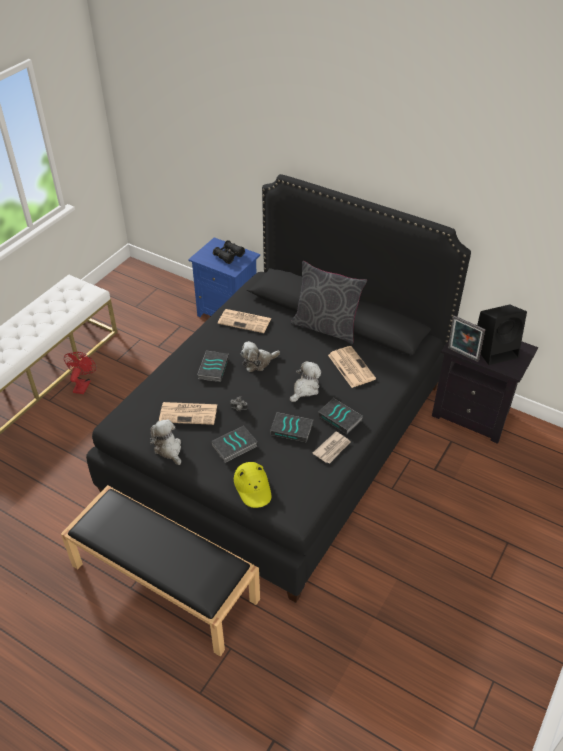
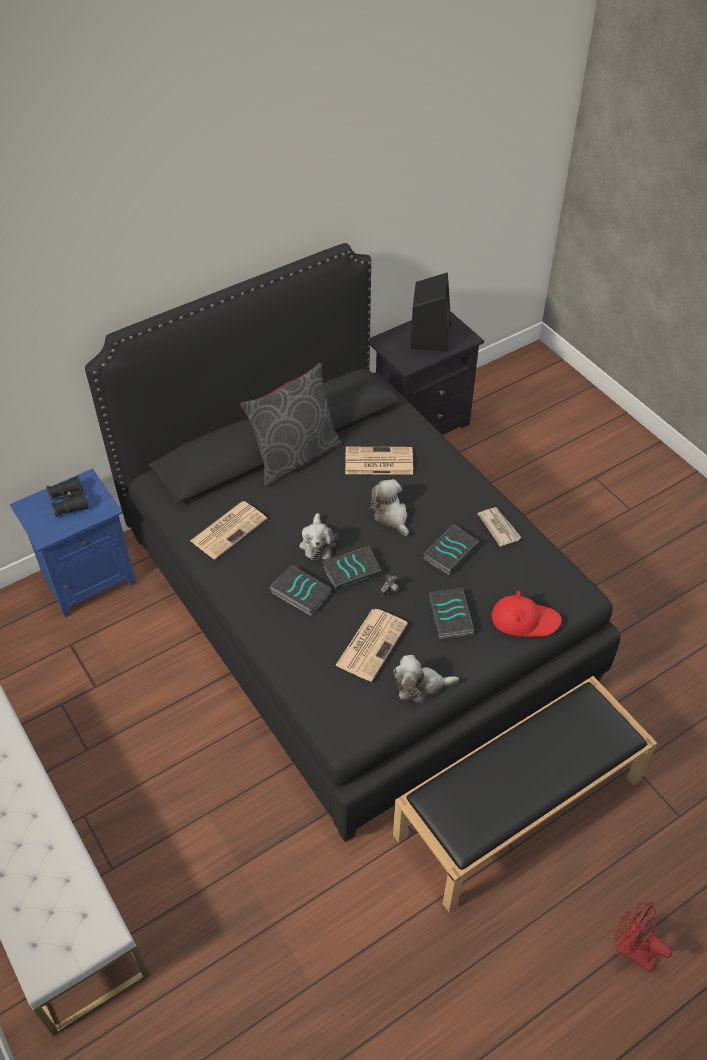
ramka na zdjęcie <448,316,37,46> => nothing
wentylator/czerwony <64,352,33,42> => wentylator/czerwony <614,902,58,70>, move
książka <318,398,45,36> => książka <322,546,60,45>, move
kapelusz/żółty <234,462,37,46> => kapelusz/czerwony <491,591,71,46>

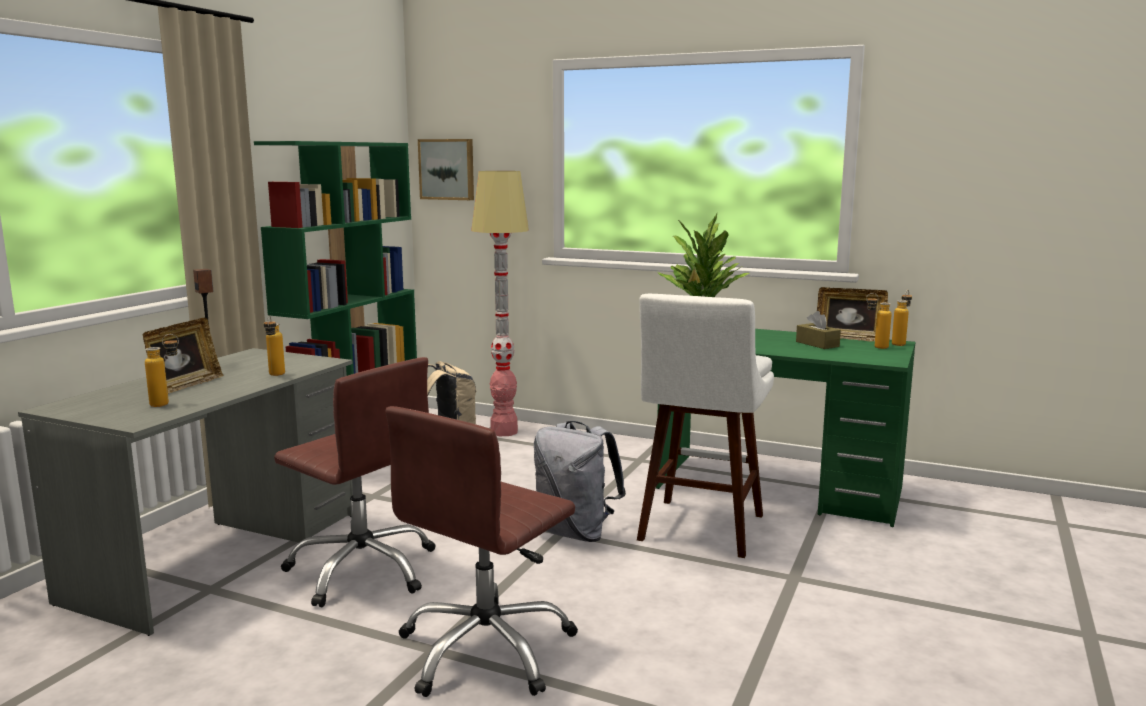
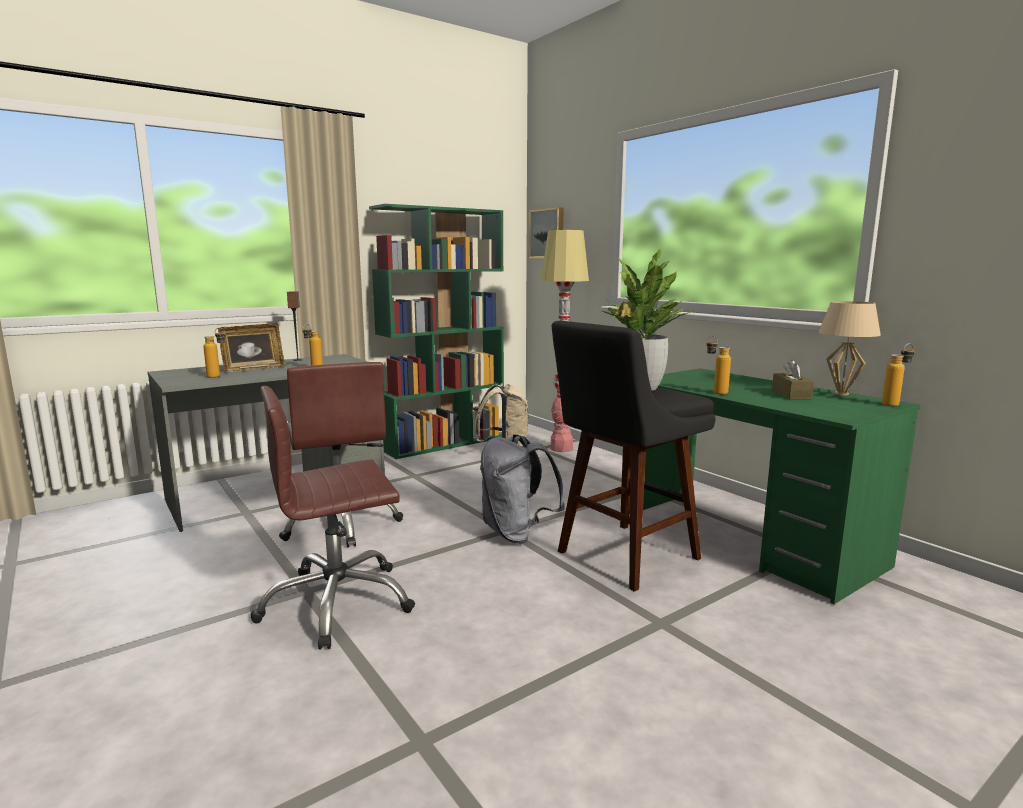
ramka na zdjęcie <817,287,71,54> => lampa stołowa/beżowy <818,301,63,94>
butelka <866,293,26,56> => butelka <706,336,25,59>, move
stołek/biały <637,294,137,264> => stołek/czarny <552,321,163,271>

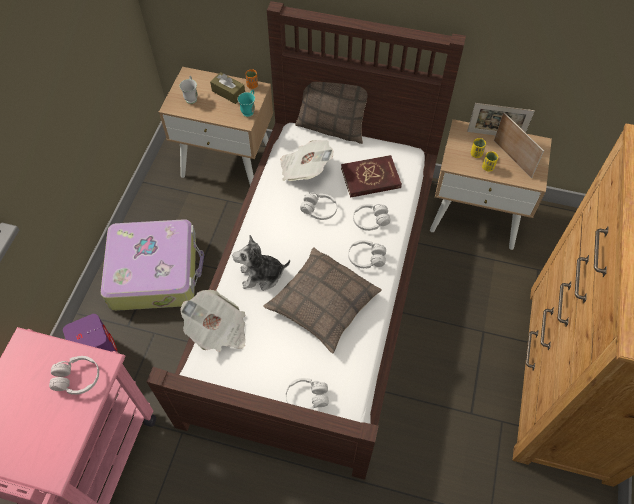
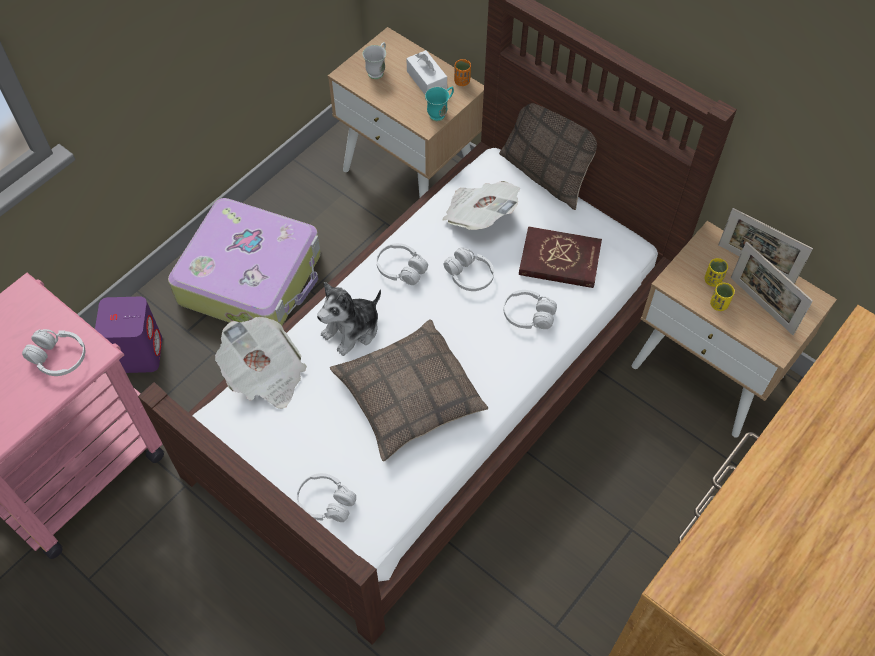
pudełko chusteczek/brązowy <210,72,35,32> => pudełko chusteczek/biały <406,50,41,44>
ramka na zdjęcie <494,112,50,66> => ramka na zdjęcie <731,242,82,93>, 150 degrees clockwise
pluszak <232,235,58,56> => pluszak <317,282,64,74>, 60 degrees counterclockwise
słuchawki/biały <348,240,38,28> => słuchawki/biały <376,243,52,42>, move

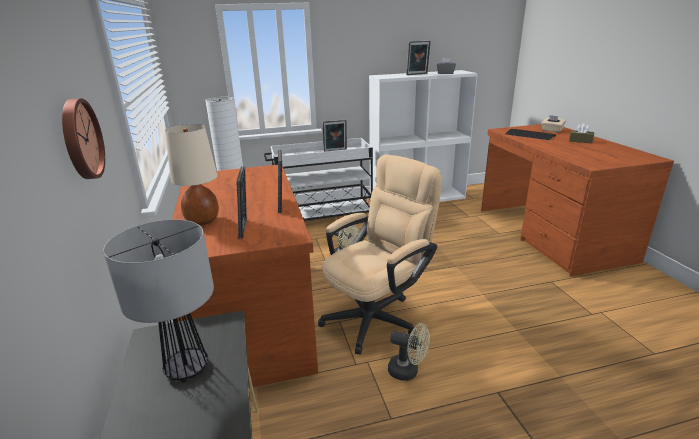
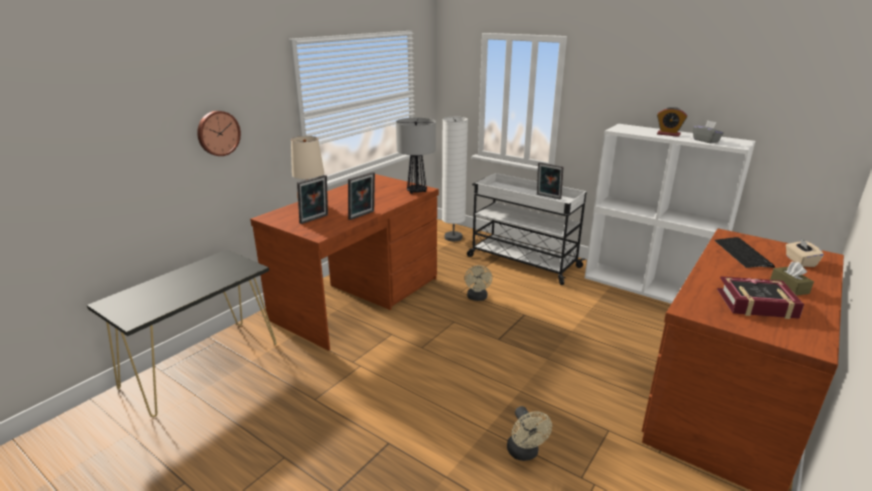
ramka na zdjęcie <406,41,25,34> => budzik <657,107,30,30>
krzesło biurowe/beżowy <318,154,124,201> => nothing
lampa stołowa <103,220,111,163> => lampa stołowa <396,118,40,76>, move
wentylator/beżowy <388,323,42,58> => wentylator/beżowy <507,406,45,55>, move
nothing => książka <717,276,87,43>

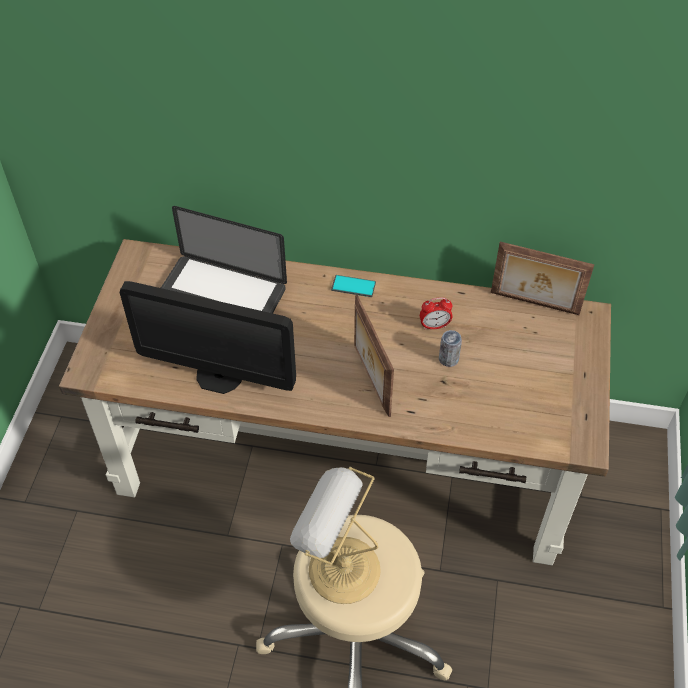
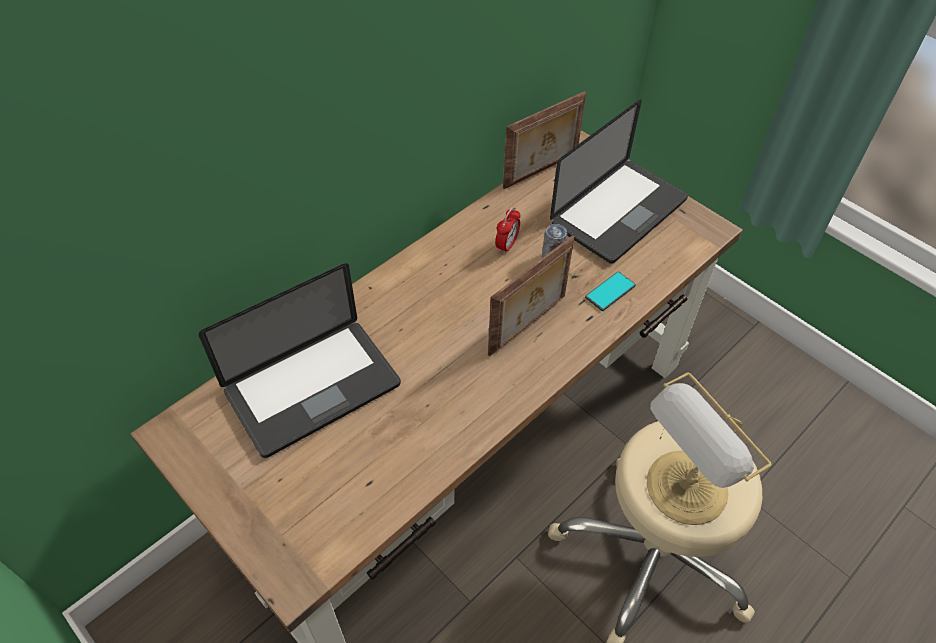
telefon <331,275,45,22> => telefon <585,271,51,40>, move
monitor <120,281,176,113> => nothing
ramka na zdjęcie <354,295,40,122> => ramka na zdjęcie <488,235,87,121>, 60 degrees counterclockwise
nothing => laptop <550,99,138,165>

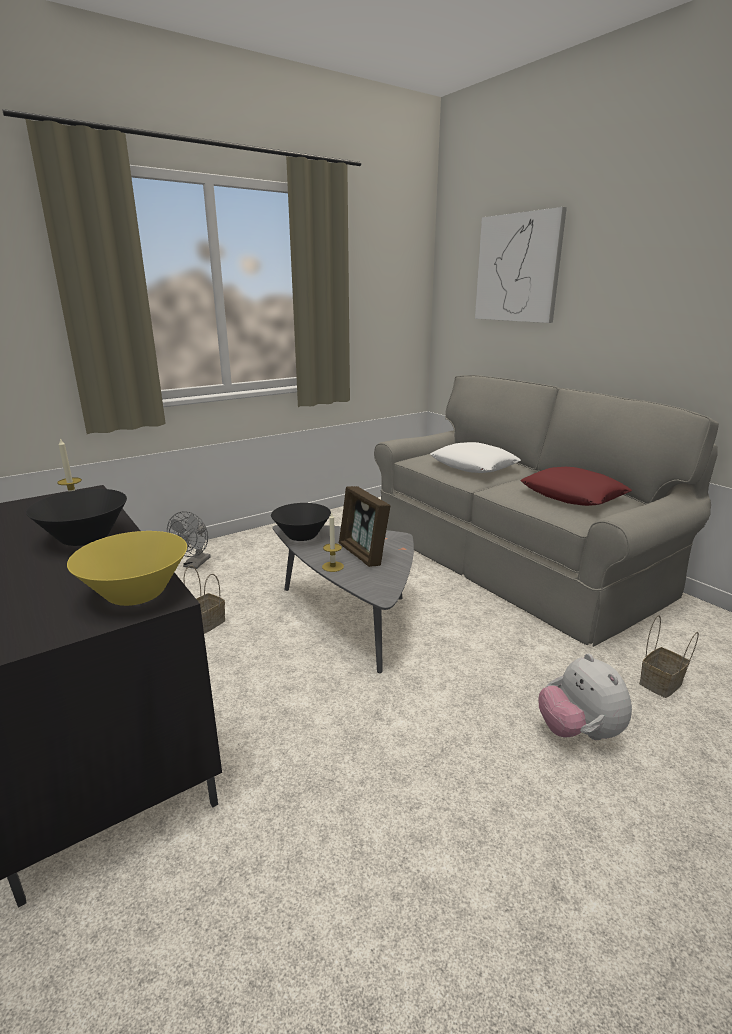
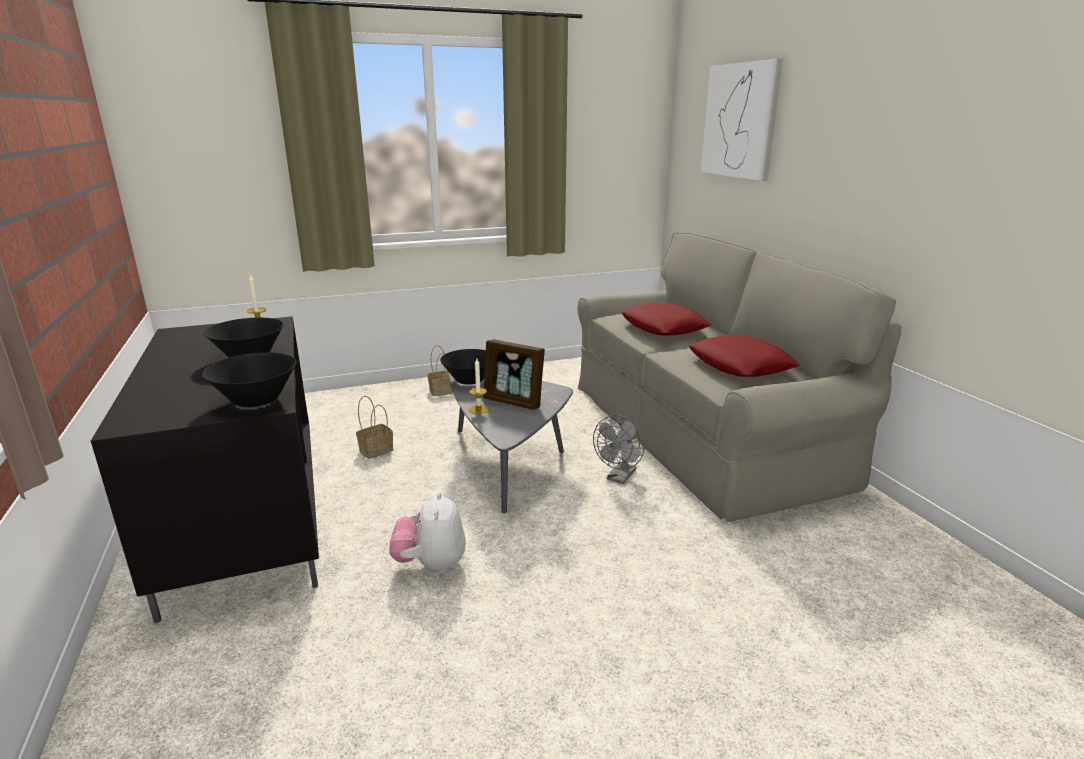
poduszka/biały <430,442,91,31> => poduszka/czerwony <621,303,90,32>
ramka na zdjęcie <339,486,51,81> => ramka na zdjęcie <483,339,62,71>, 45 degrees counterclockwise
wentylator/szary <167,511,44,58> => wentylator/szary <593,415,52,69>, move
miska/żółty <67,531,120,75> => miska/czarny <202,352,94,55>
koszyk <639,615,60,83> => koszyk <428,345,25,52>, move
pluszak <538,653,94,87> => pluszak <389,492,77,81>, move

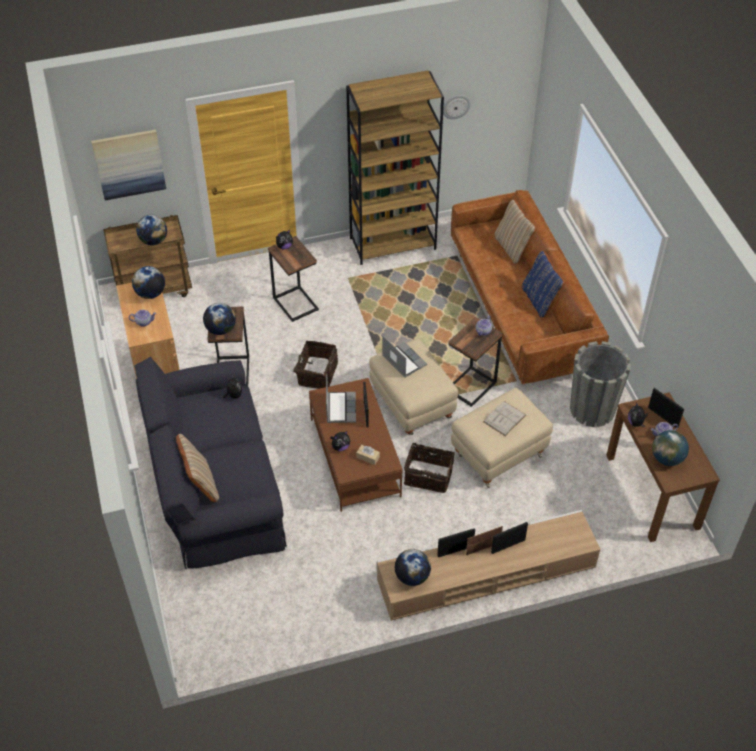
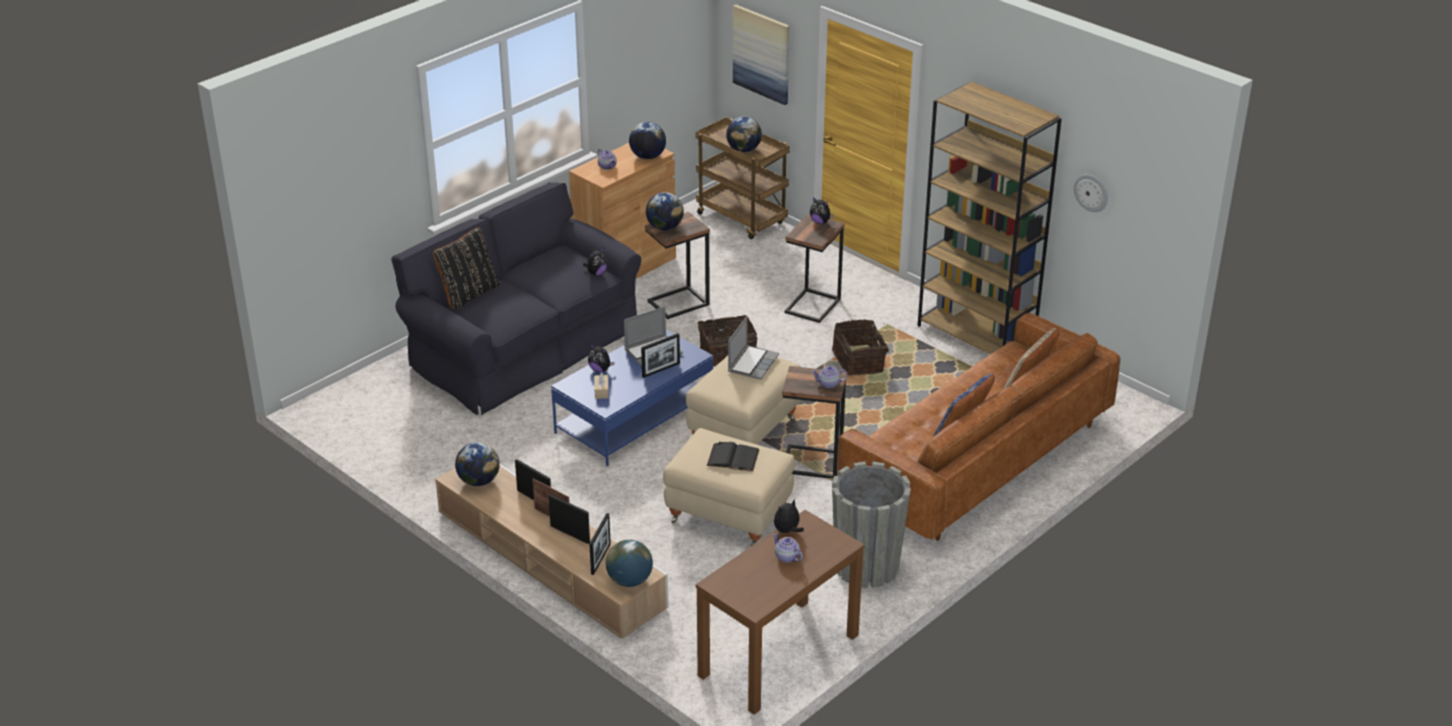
ława/brązowy <309,378,94,134> => ława/niebieski <551,330,162,136>
ramka na zdjęcie <648,388,36,40> => ramka na zdjęcie <589,513,22,62>, move
książka/biały <483,401,43,35> => książka/czarny <707,442,53,30>
globus <652,430,37,36> => globus <606,540,47,47>, move
poduszka/beżowy <176,434,43,68> => poduszka/czarny <433,227,67,83>
koszyk <404,443,51,50> => koszyk <832,320,57,55>, move

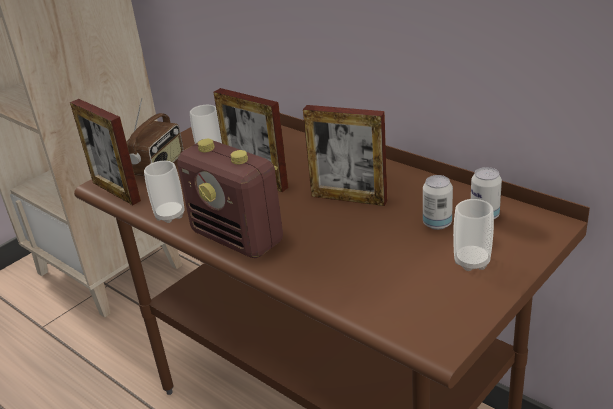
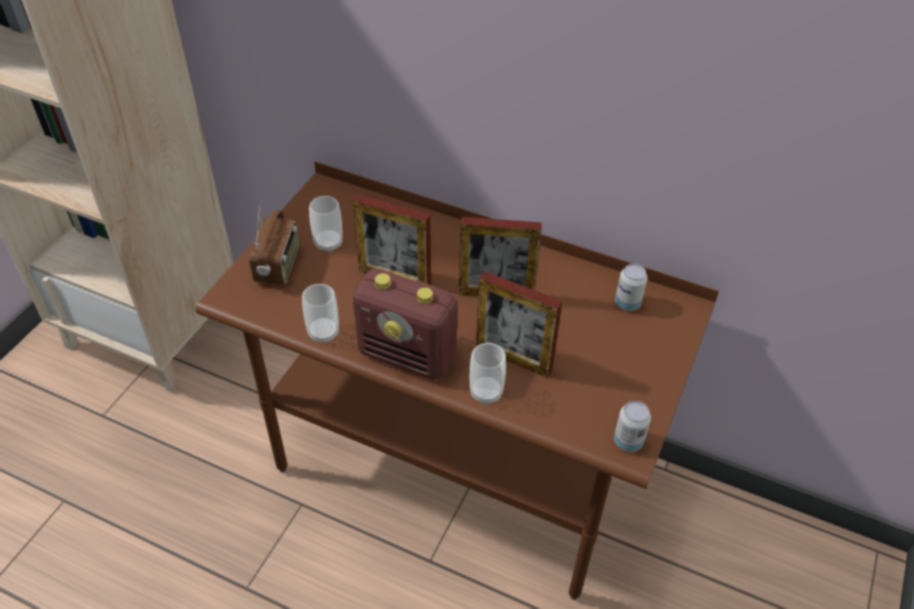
ramka na zdjęcie <70,99,71,106> => ramka na zdjęcie <476,271,87,107>, move
puszka <423,175,30,55> => puszka <614,401,37,51>, move
filiżanka <453,199,41,72> => filiżanka <470,343,36,62>, move

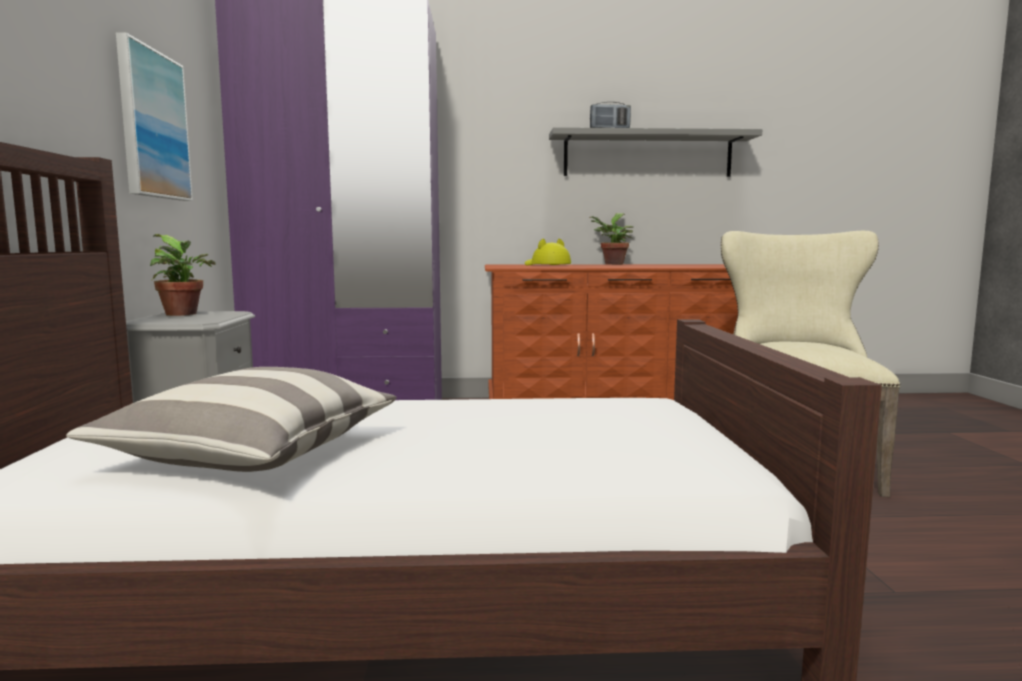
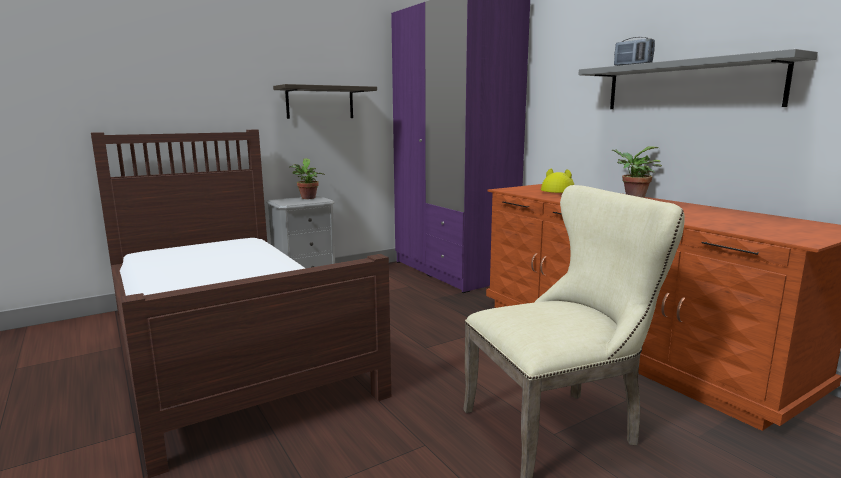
obraz <116,32,77,169> => półka <273,84,104,35>
poduszka <66,367,330,105> => nothing

